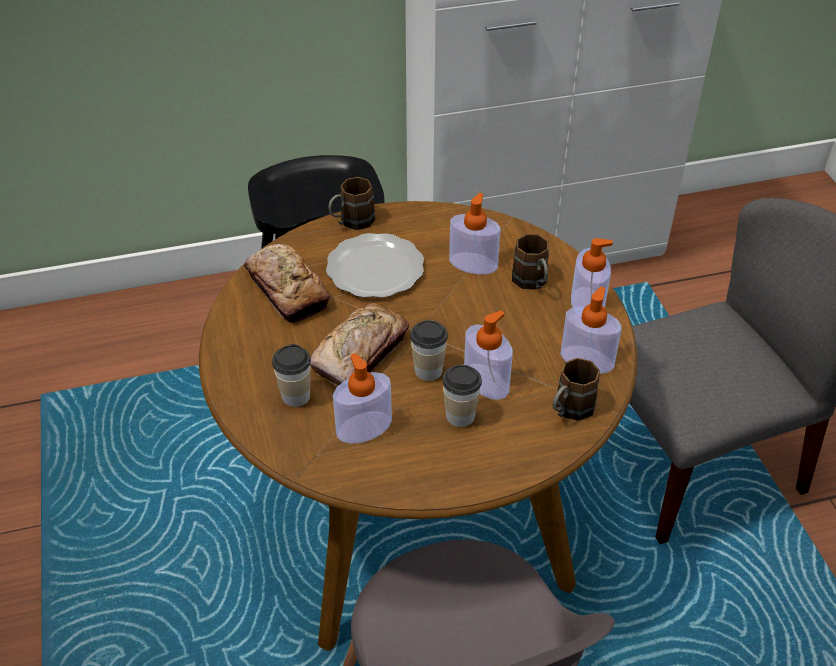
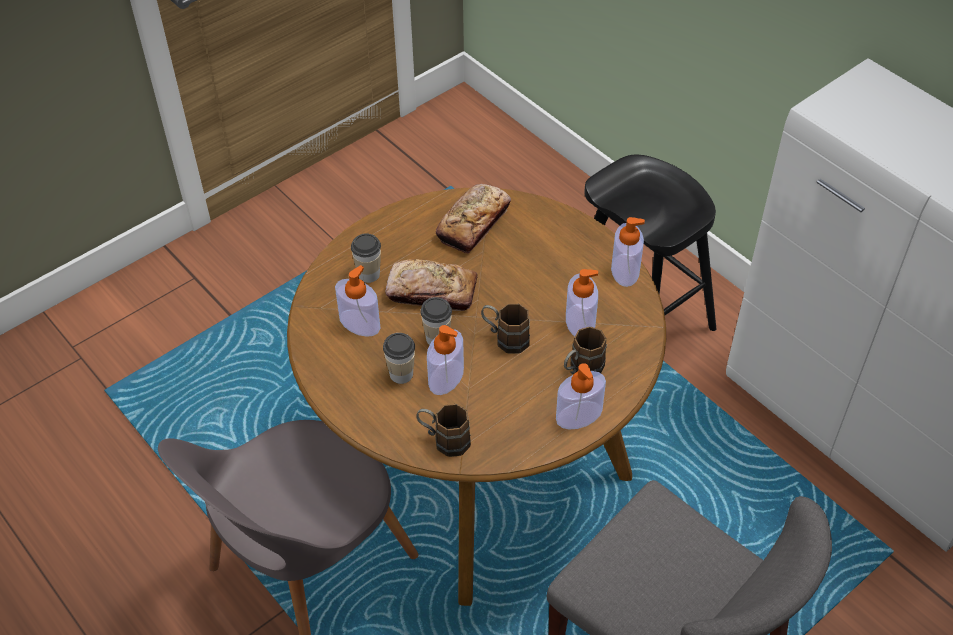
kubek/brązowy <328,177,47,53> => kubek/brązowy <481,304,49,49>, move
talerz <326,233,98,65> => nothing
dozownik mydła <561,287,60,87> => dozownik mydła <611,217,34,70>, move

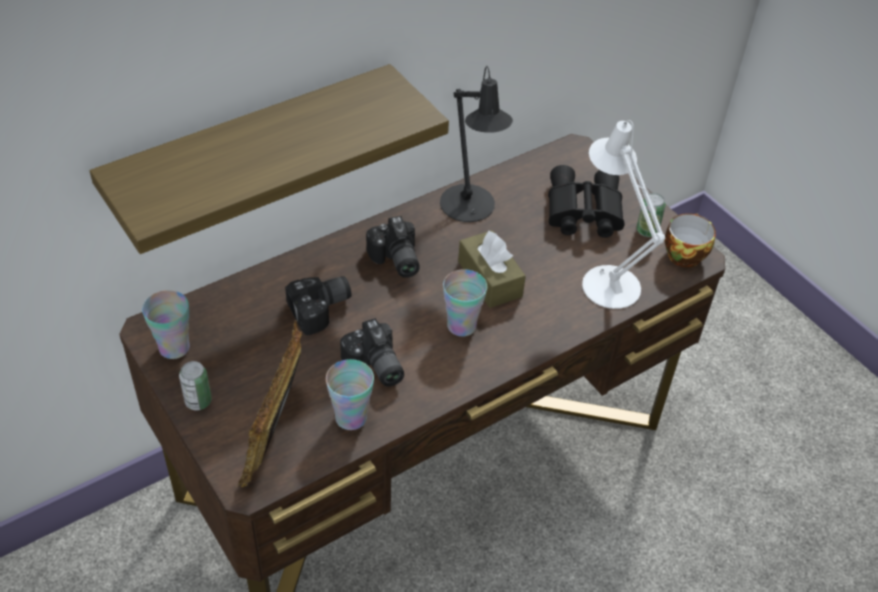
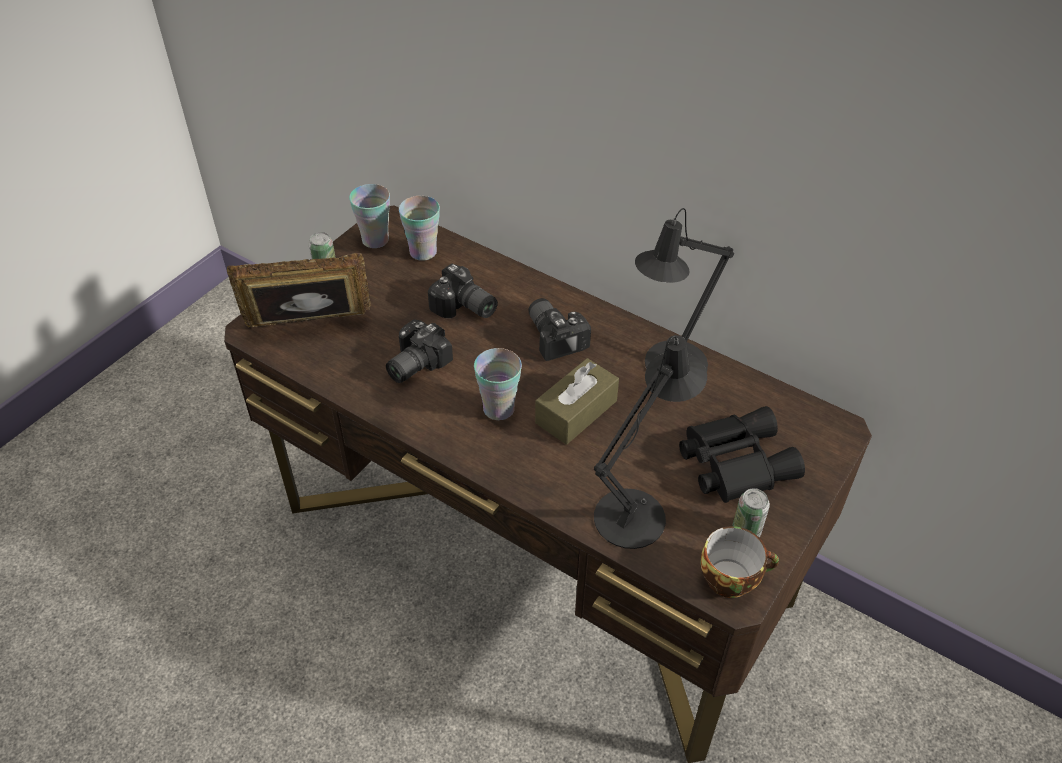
półka <90,64,359,190> => nothing
lampa stołowa/biały <582,120,83,189> => lampa stołowa/czarny <594,335,113,214>
aparat fotograficzny <366,216,54,62> => aparat fotograficzny <529,298,62,63>, 105 degrees clockwise
filiżanka <326,359,48,71> => filiżanka <399,196,41,65>, move

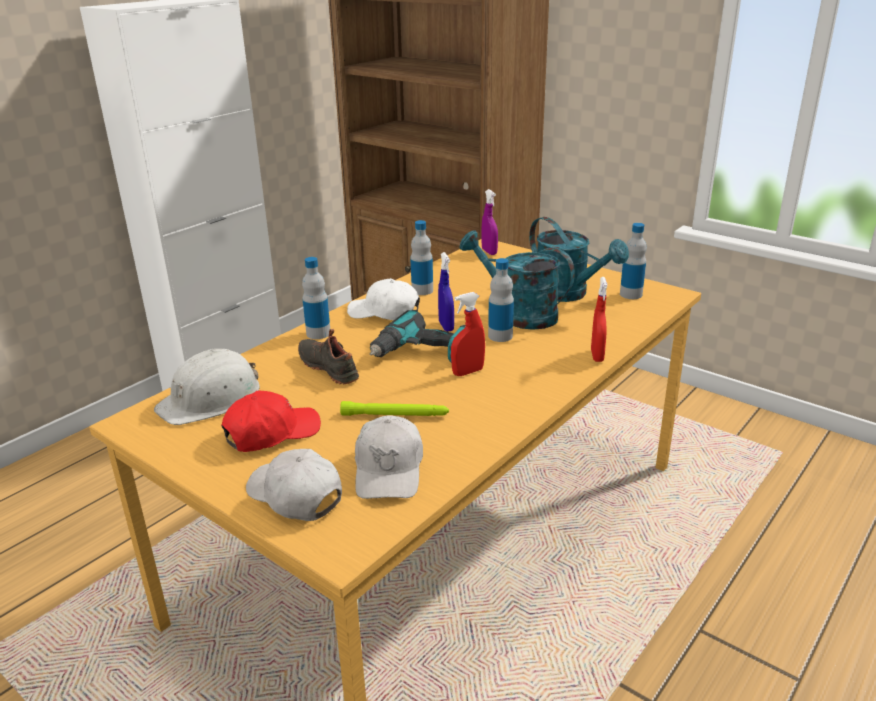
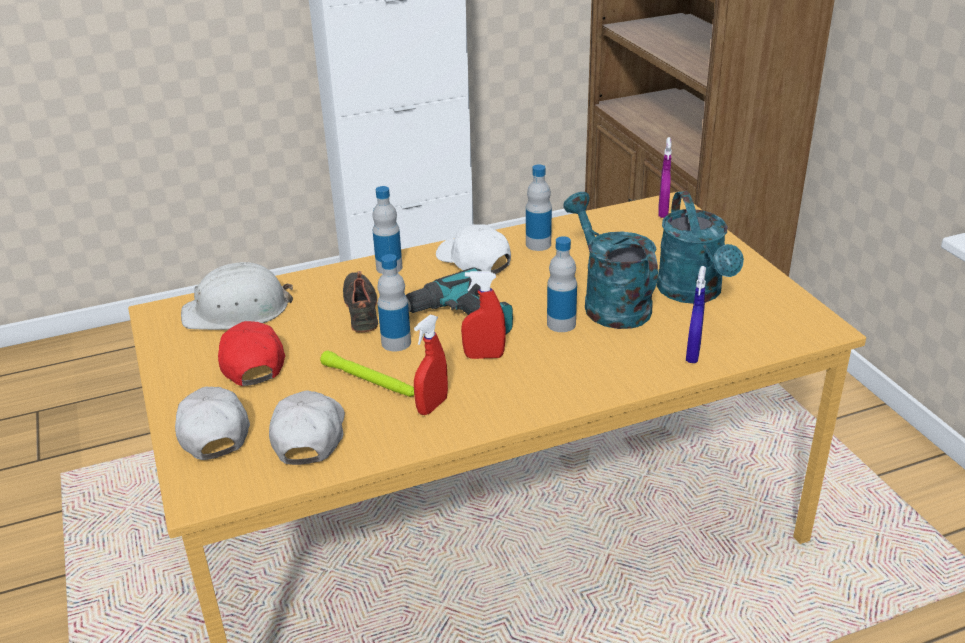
butelka <620,223,27,76> => butelka <377,254,34,97>, move
spryskiwacz/niebieski <438,252,16,80> => spryskiwacz/niebieski <686,266,20,97>, move
spryskiwacz/czerwony <591,277,16,85> => spryskiwacz/czerwony <414,315,34,100>, move
czapka z daszkiem/czerwony <221,390,100,62> => czapka z daszkiem/czerwony <218,321,67,65>, 105 degrees counterclockwise
czapka z daszkiem/biały <355,415,68,84> => czapka z daszkiem/biały <269,391,76,74>, 150 degrees clockwise

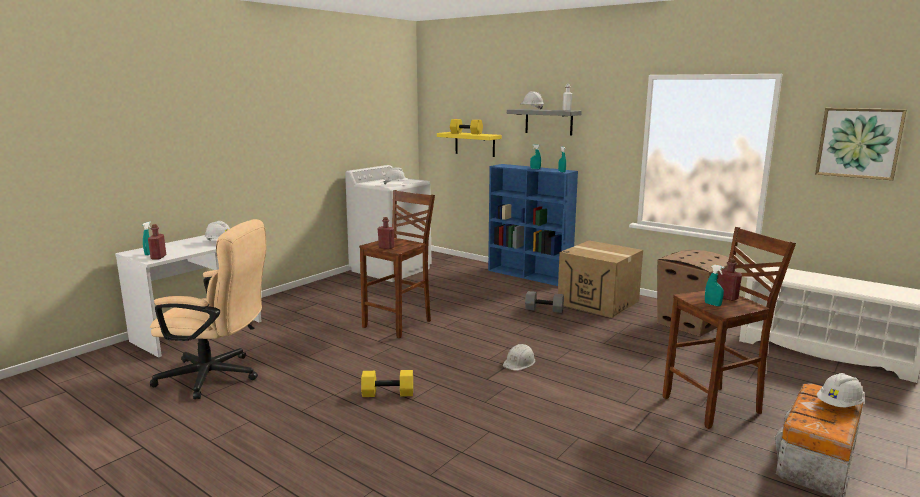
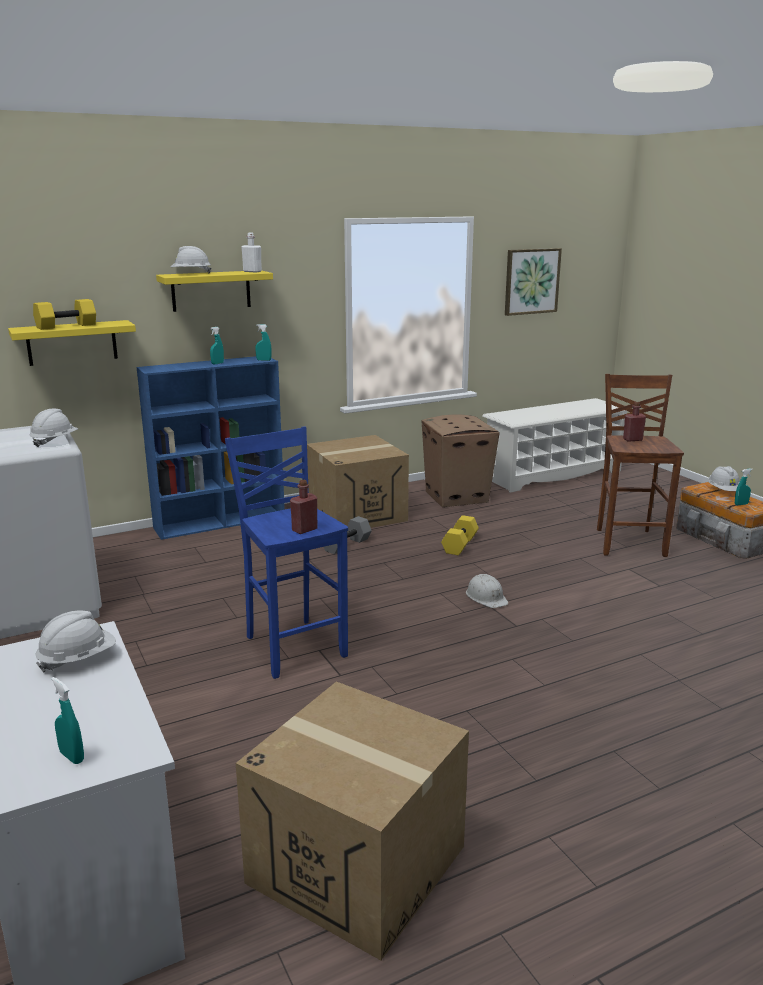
półka/szary <507,109,75,26> => półka/żółty <156,271,117,41>
stołek/brązowy <359,190,76,148> => stołek/niebieski <225,427,123,252>
krzesło biurowe/beżowy <150,219,116,180> => karton <236,682,233,278>
butelka/czerwony <148,224,18,36> => nothing
spryskiwacz/turkusowy <705,265,19,41> => spryskiwacz/turkusowy <735,469,18,37>, move
hantel/żółty <361,370,52,27> => hantel/żółty <441,515,38,40>, move

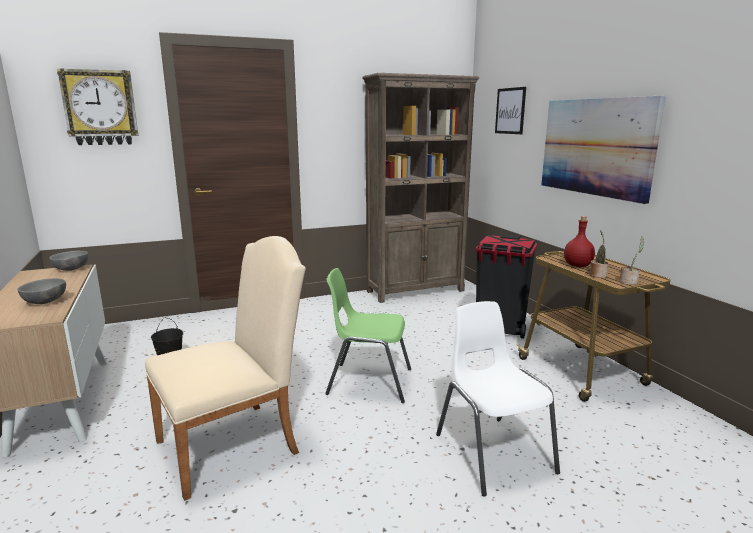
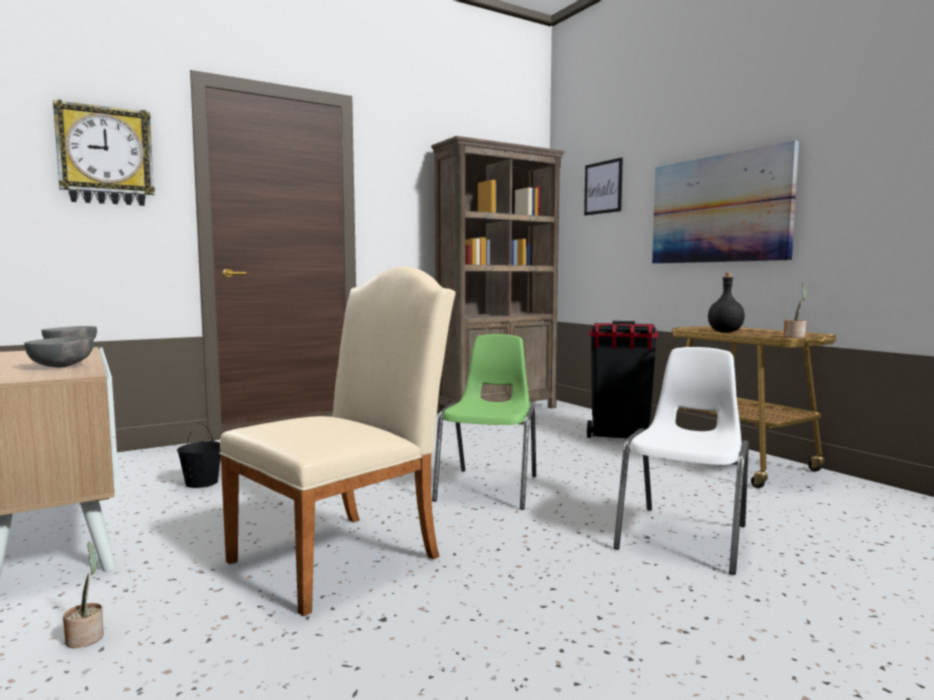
butelka/czerwony <564,216,31,51> => butelka/czarny <708,273,37,59>
roślina doniczkowa <590,230,19,48> => roślina doniczkowa <63,542,41,106>, move
krzesło/zielony <325,268,86,135> => krzesło/zielony <432,334,104,176>, 105 degrees clockwise
krzesło/biały <436,301,124,195> => krzesło/biały <613,347,136,228>, 60 degrees clockwise

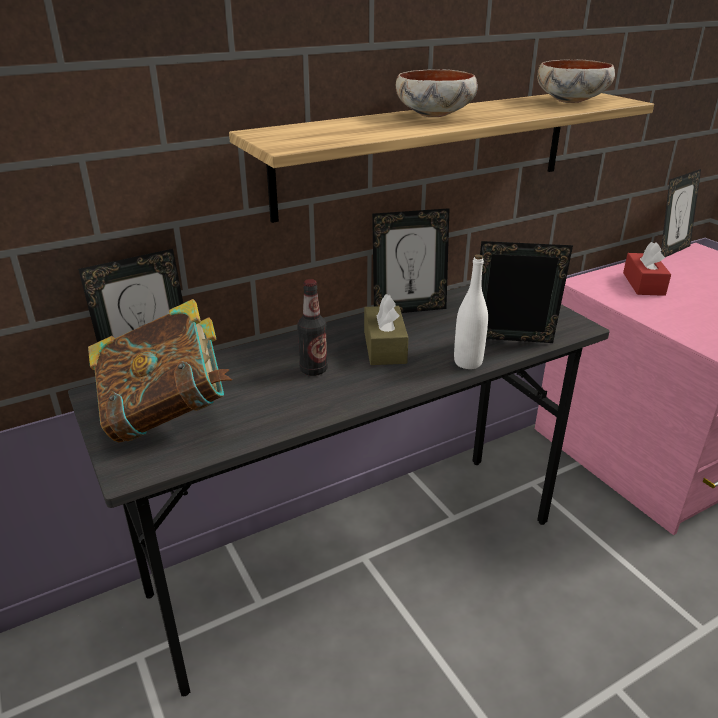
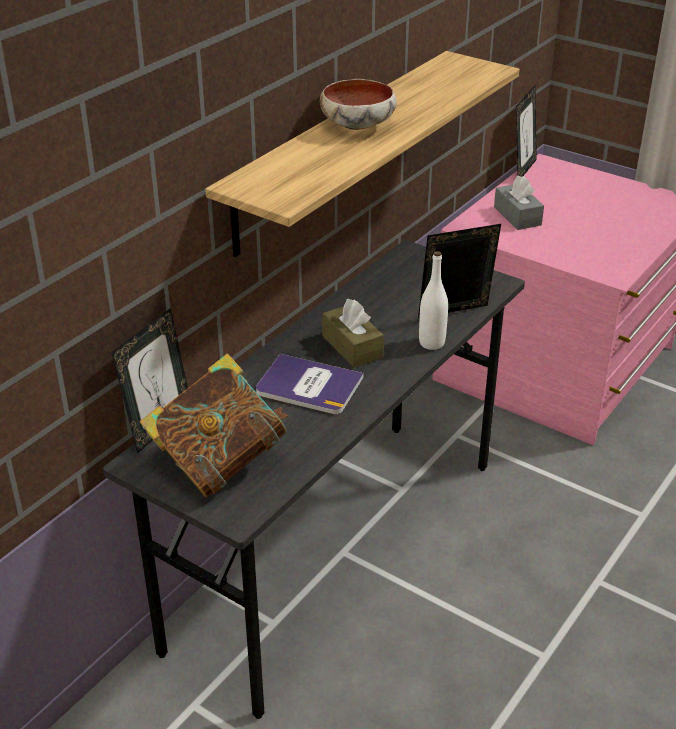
miska <537,59,78,44> => nothing
ramka na zdjęcie <372,208,78,105> => nothing
pudełko chusteczek/czerwony <623,242,48,54> => pudełko chusteczek/szary <494,176,50,54>
butelka <297,279,31,97> => książka <256,354,108,60>

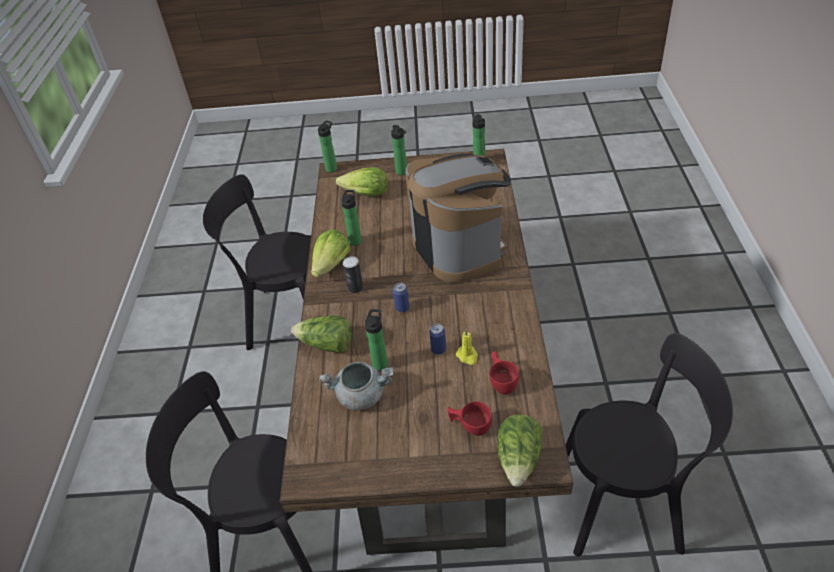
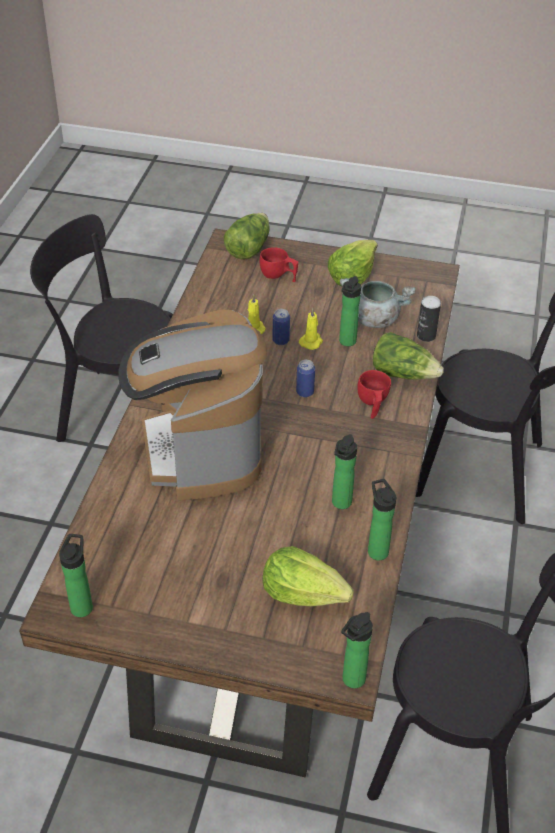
butelka <391,125,16,50> => butelka <368,479,28,81>, move
sałata <311,229,40,48> => sałata <328,240,50,47>, move
puszka <343,256,20,37> => puszka <417,296,24,46>, move
filiżanka/czerwony <489,351,30,44> => filiżanka/czerwony <357,370,34,49>, move
nothing => świeca/żółty <299,308,24,42>

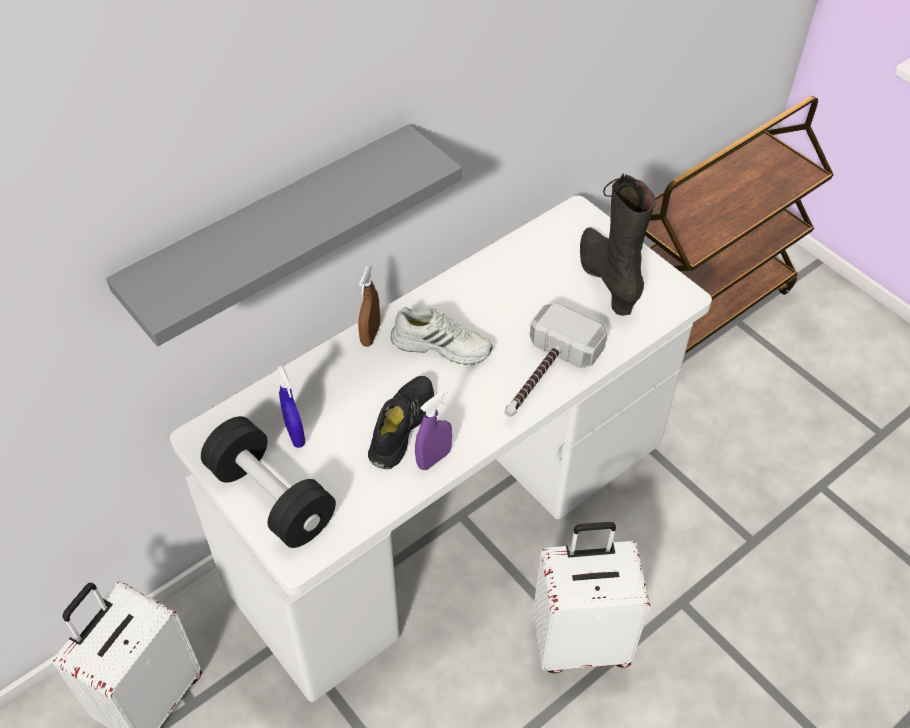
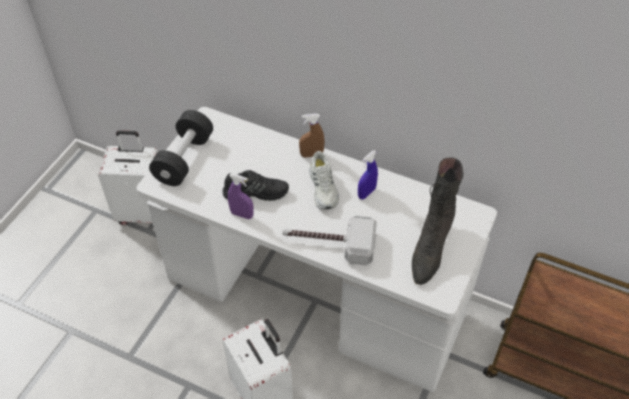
półka/szary <106,124,356,222> => nothing
but z cholewką/czarny <580,174,76,142> => but z cholewką/czarny <412,157,51,128>, 150 degrees clockwise
spryskiwacz/niebieski <277,366,28,82> => spryskiwacz/niebieski <358,150,20,50>, move

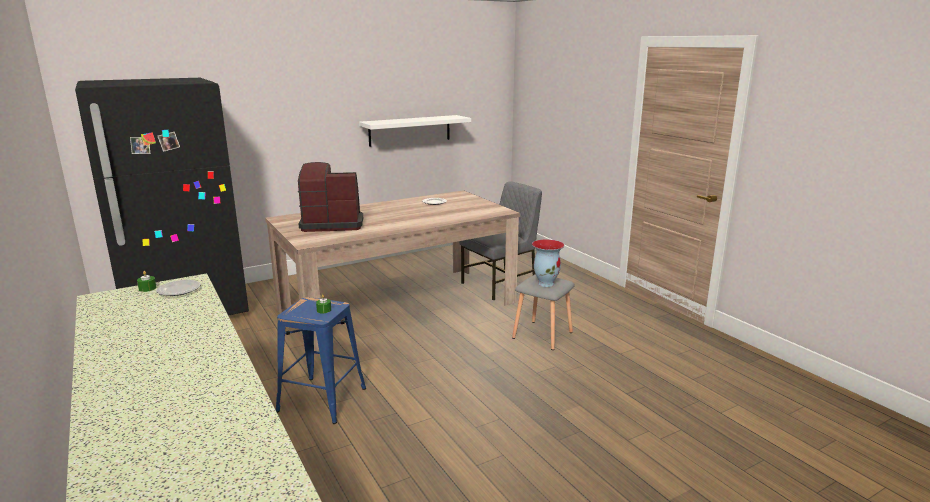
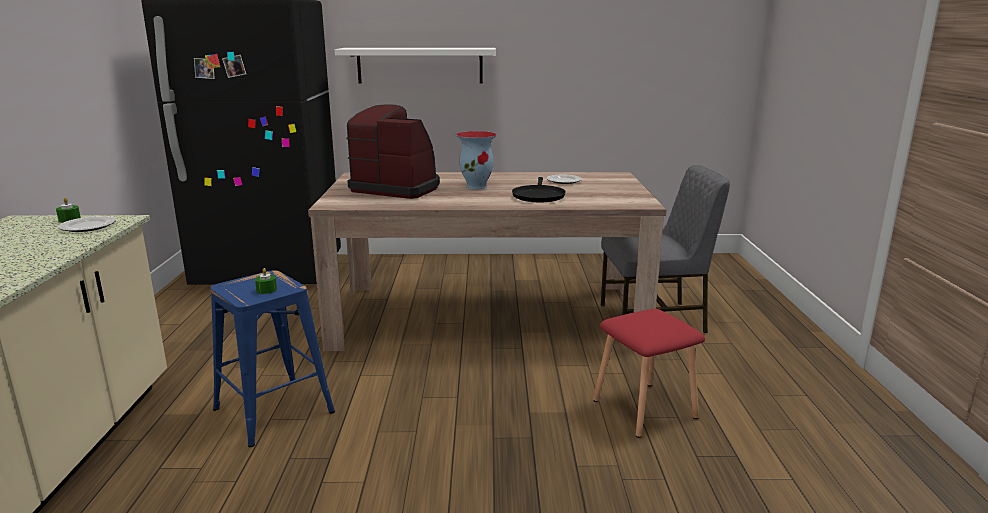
półka/biały <359,115,112,32> => półka/biały <335,48,161,35>, move
wazon <532,239,32,48> => wazon <456,131,41,59>, move
stołek/szary <512,274,63,76> => stołek/czerwony <593,309,112,129>
nothing => patelnia/czarny <512,177,54,25>

